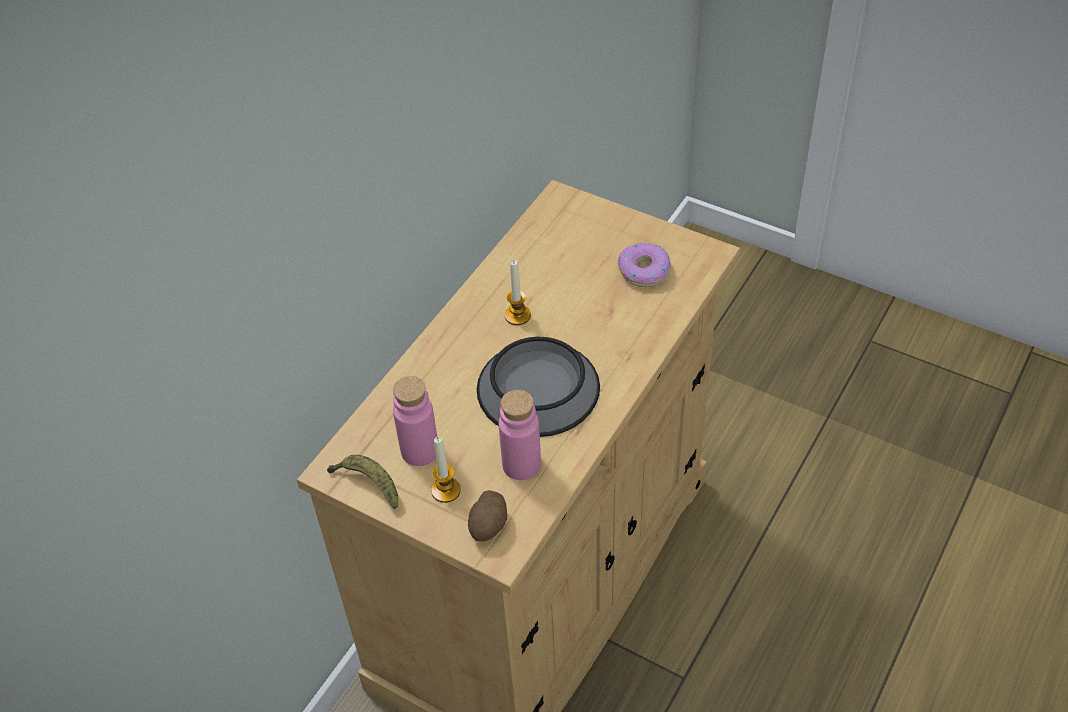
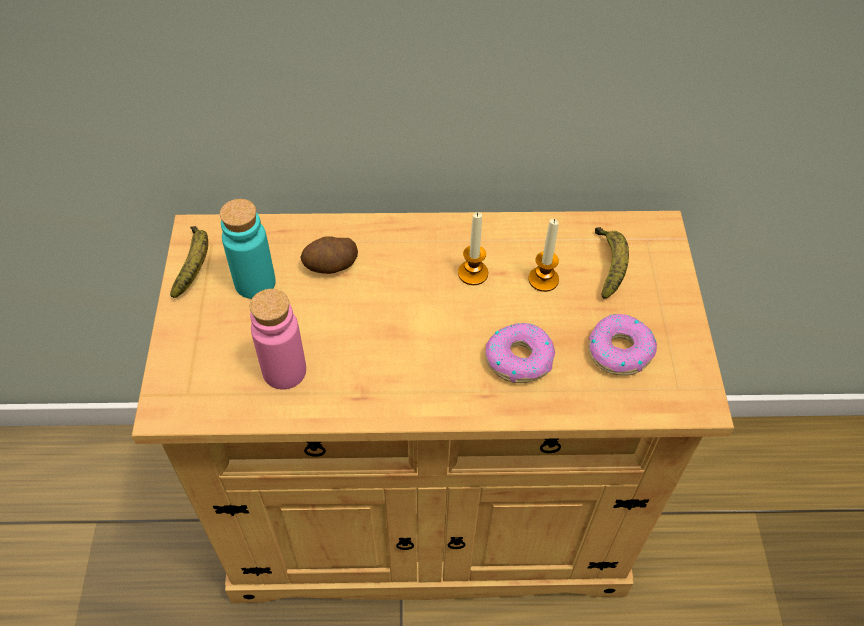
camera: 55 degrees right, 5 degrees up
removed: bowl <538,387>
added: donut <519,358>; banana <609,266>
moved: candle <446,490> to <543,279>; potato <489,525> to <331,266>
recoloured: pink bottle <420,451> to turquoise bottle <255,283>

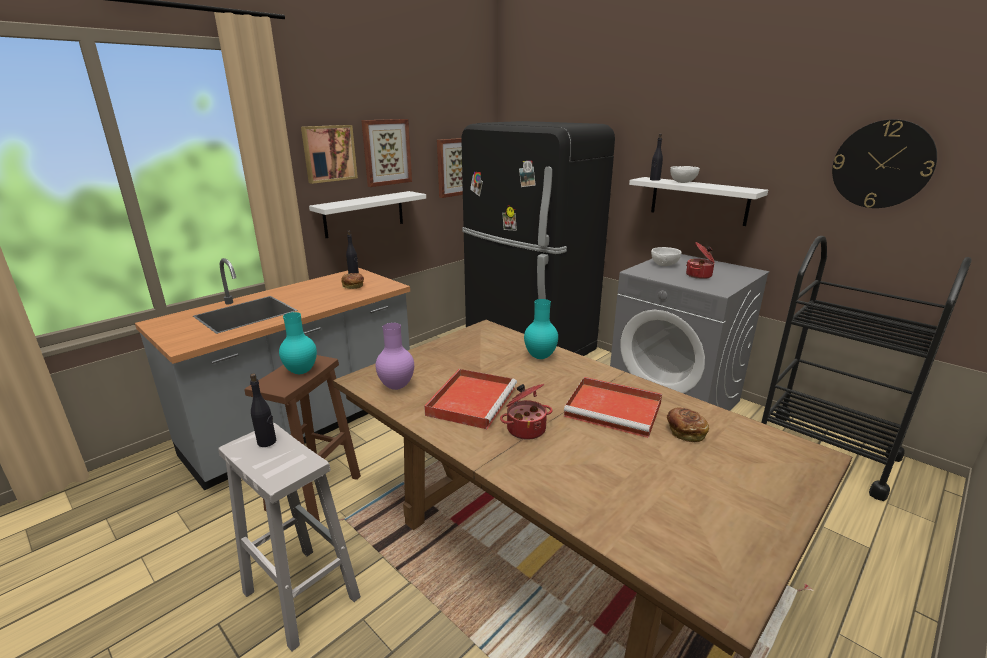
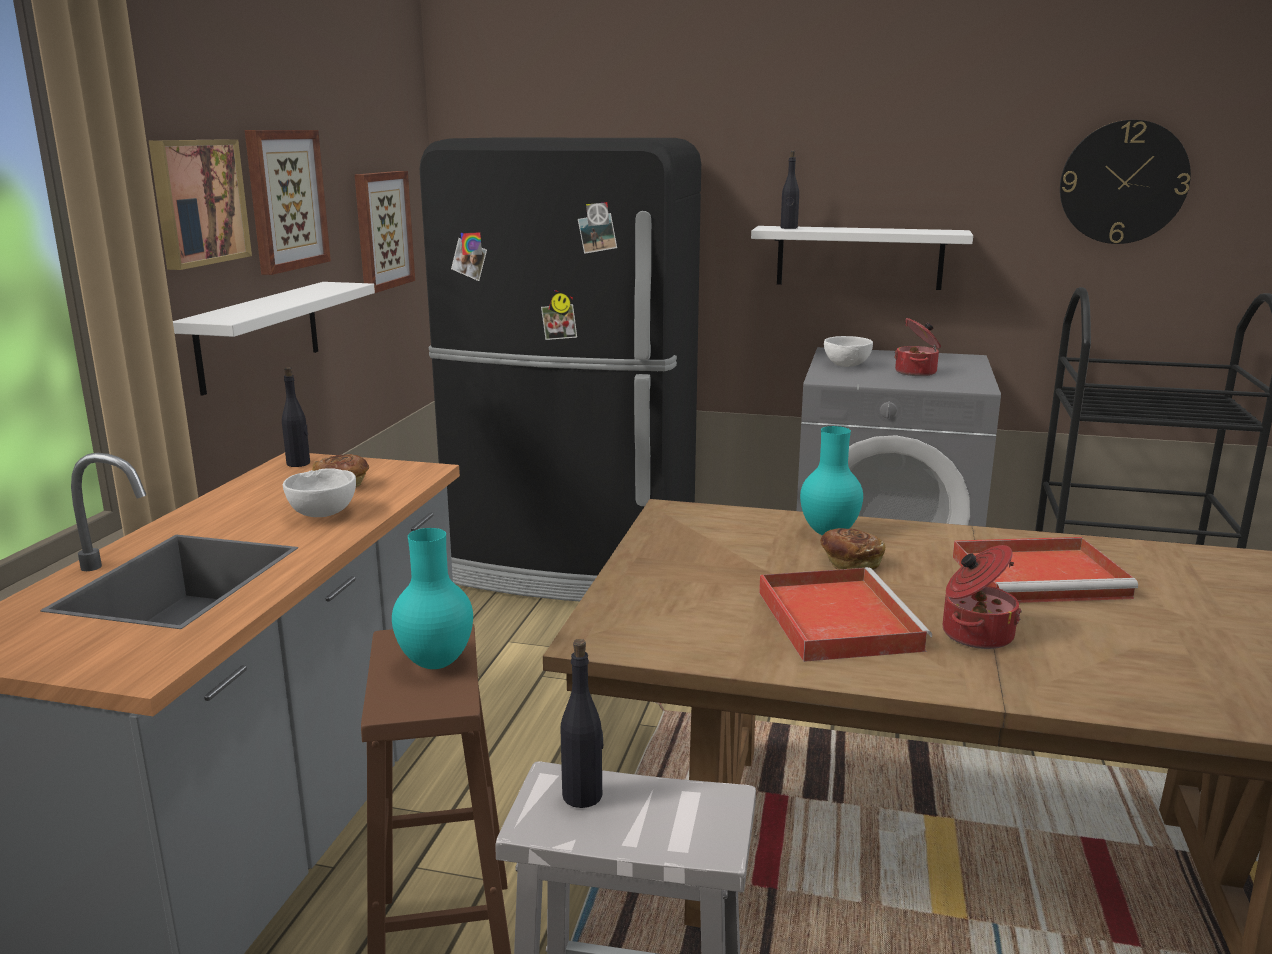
camera: 30 degrees left, 5 degrees down
removed: purple vase <397,387>
moved: bread <685,432> to <849,563>; white bowl <683,182> to <324,514>

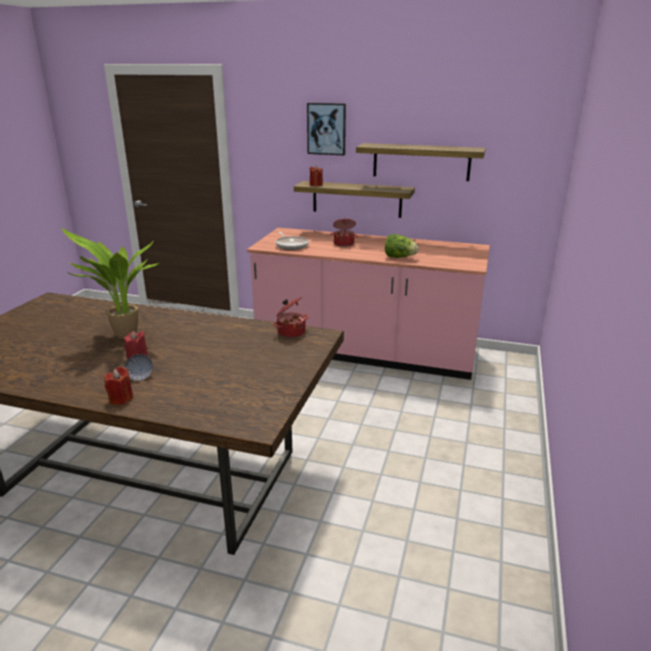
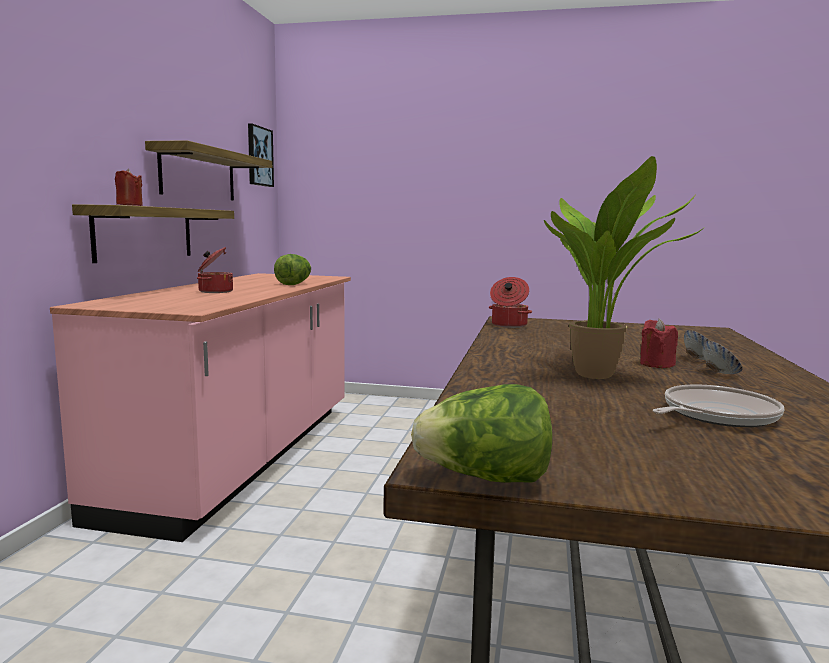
camera: 95 degrees left, 15 degrees down
removed: red candle <121,399>
added: lettuce <485,479>; bowl <720,373>
moved: frying pan <291,245> to <715,415>; picture <326,129> to <259,156>

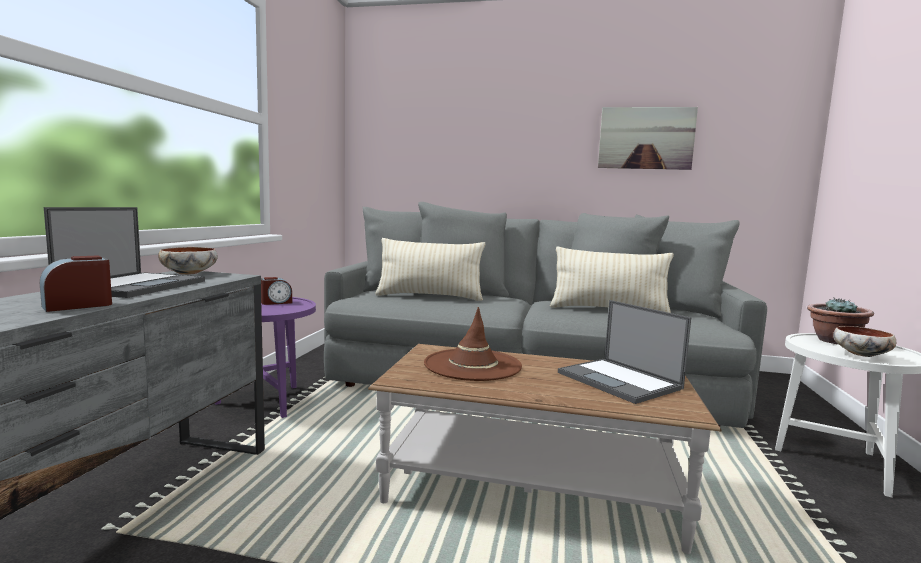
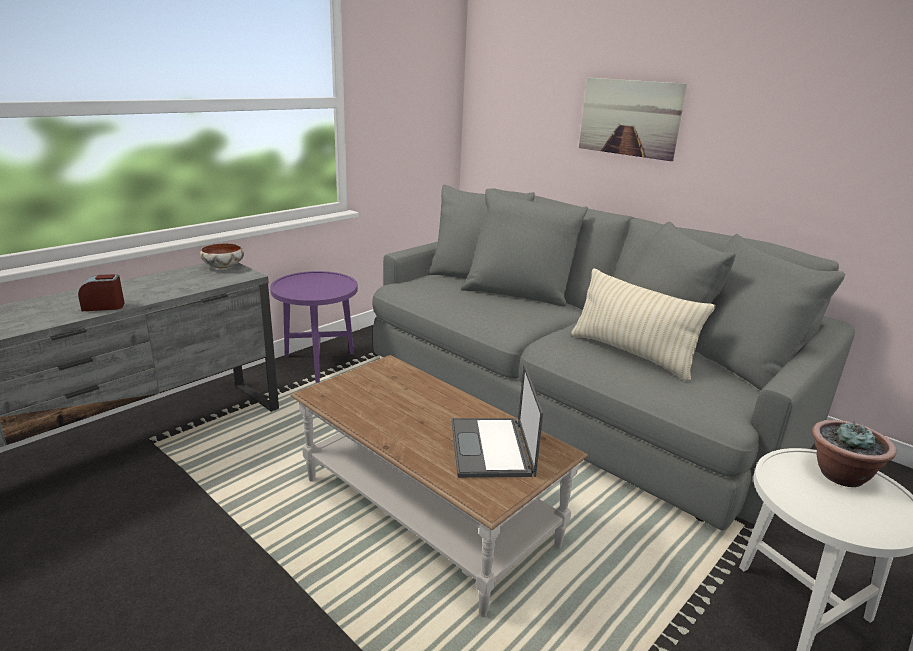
camera: 30 degrees right, 15 degrees up
removed: laptop <134,286>; alarm clock <276,302>; beige pillow <429,297>; brown hat <472,365>; bowl <861,355>
moved: picture <646,138> to <629,118>

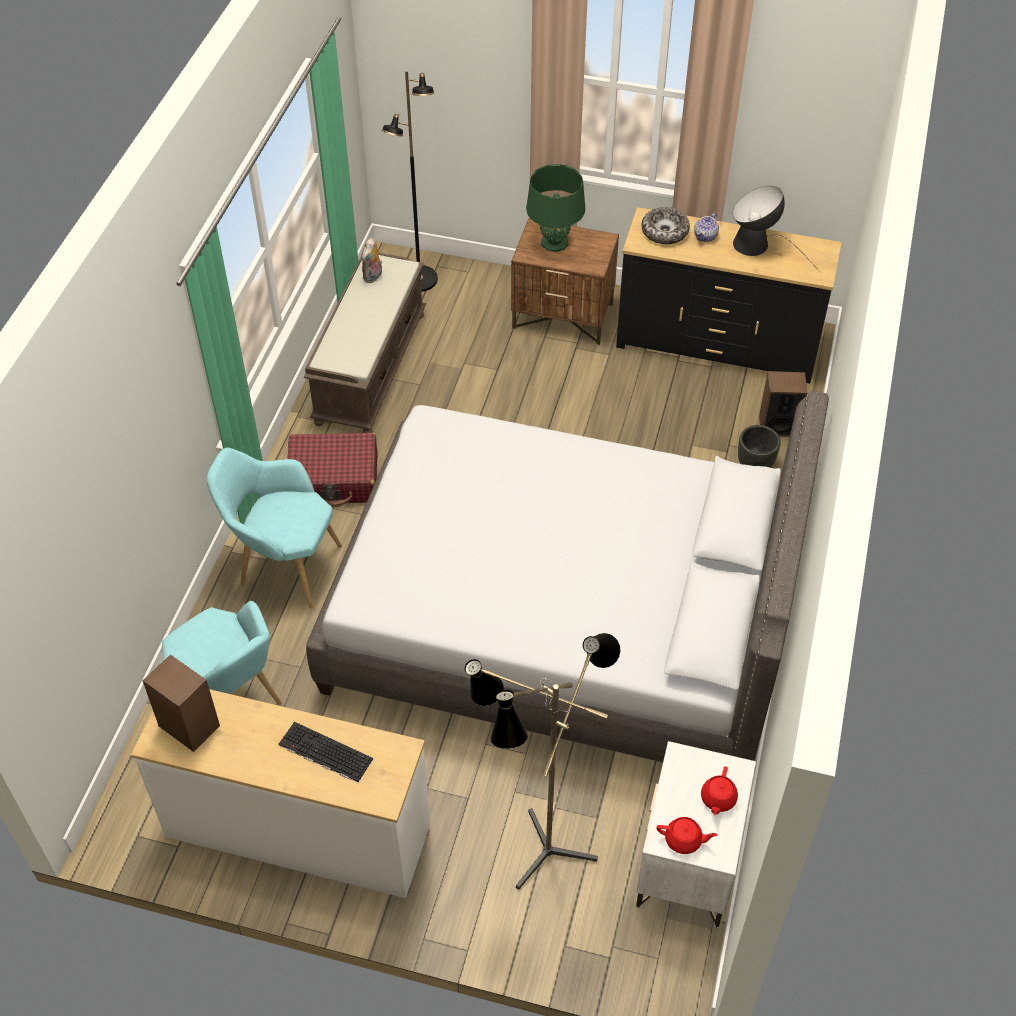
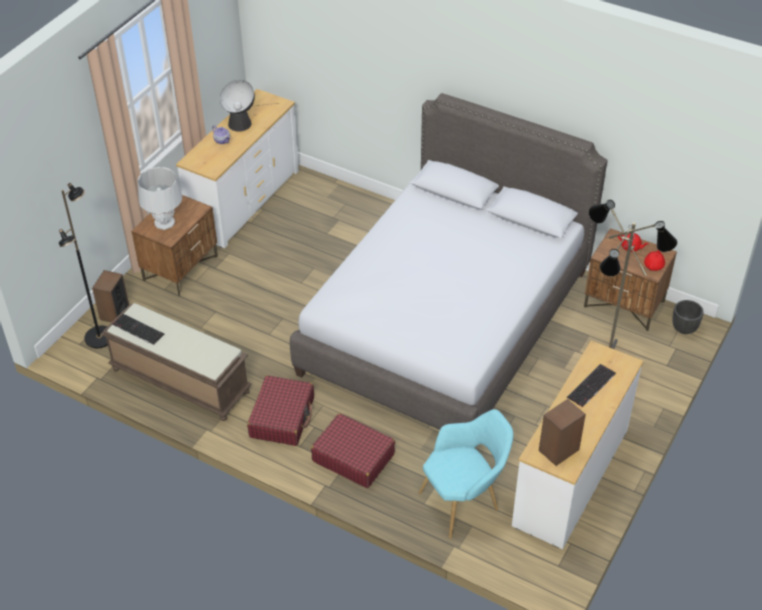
camera: 75 degrees left, 5 degrees down
removed: bowl <664,232>
moved: black planter <754,464> to <684,328>; speaker <778,425> to <114,313>
replaced: turquoise armchair <283,566> to red suitcase <353,457>; plush toy <373,277> to keyboard <137,329>
recoloured: green table lamp <554,242> to grey table lamp <165,222>; black dresser <717,344> to white dresser <244,201>; white nightstand <688,864> to brown nightstand <624,304>

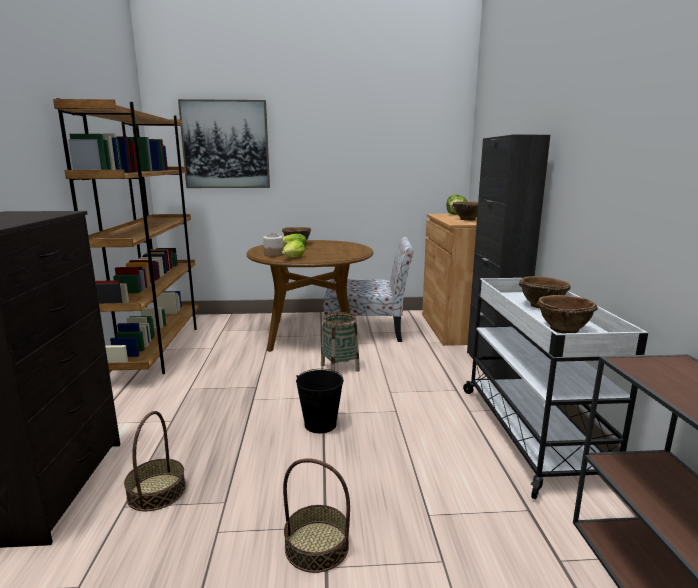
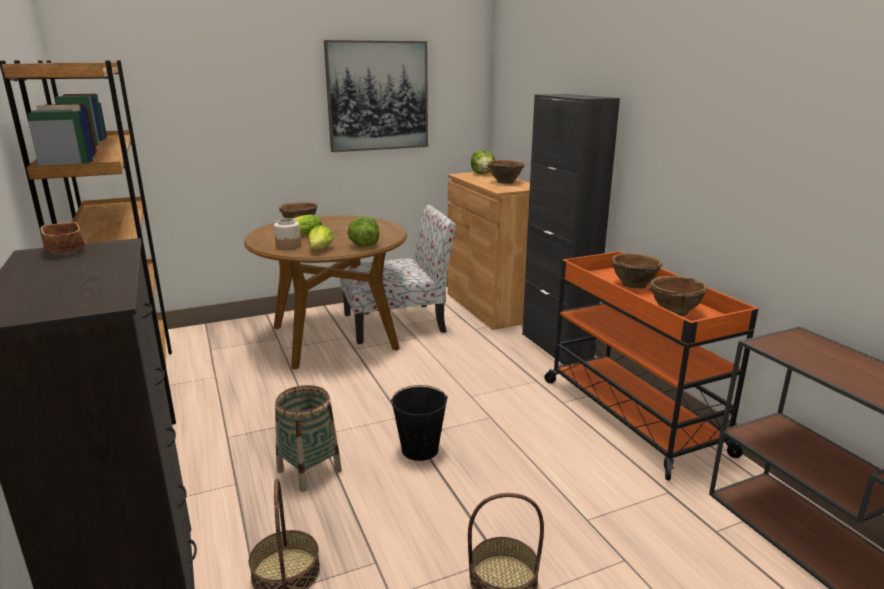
camera: 20 degrees left, 5 degrees up
added: brown bowl <65,250>; lettuce <364,245>
moved: picture <225,145> to <378,96>; basket <340,368> to <309,470>
recoloured: white cart <530,433> to orange cart <630,414>

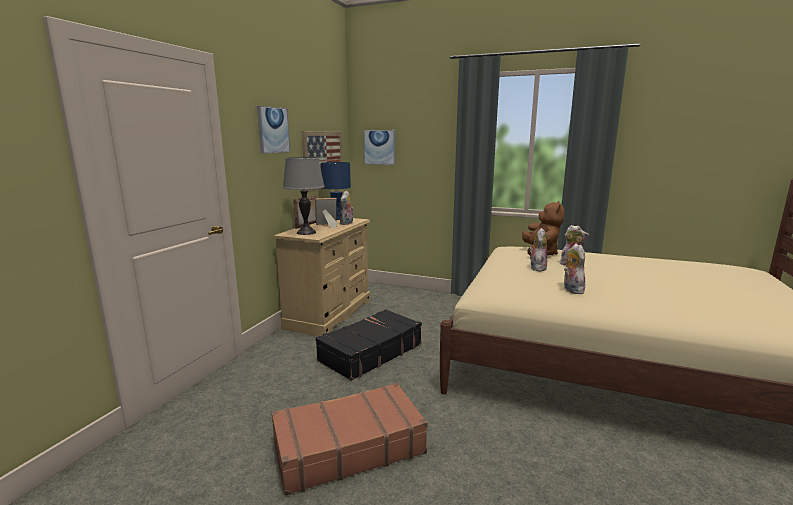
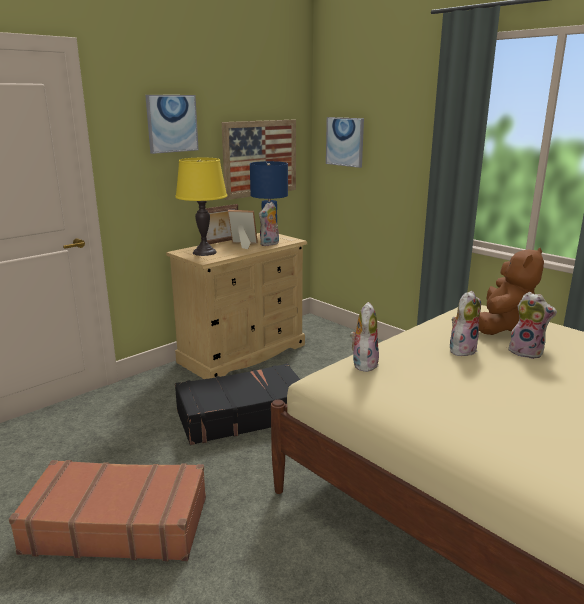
camera: 25 degrees right, 5 degrees up
moved: plush toy <571,290> to <363,363>
recoloured: grey table lamp <306,232> to yellow table lamp <204,252>

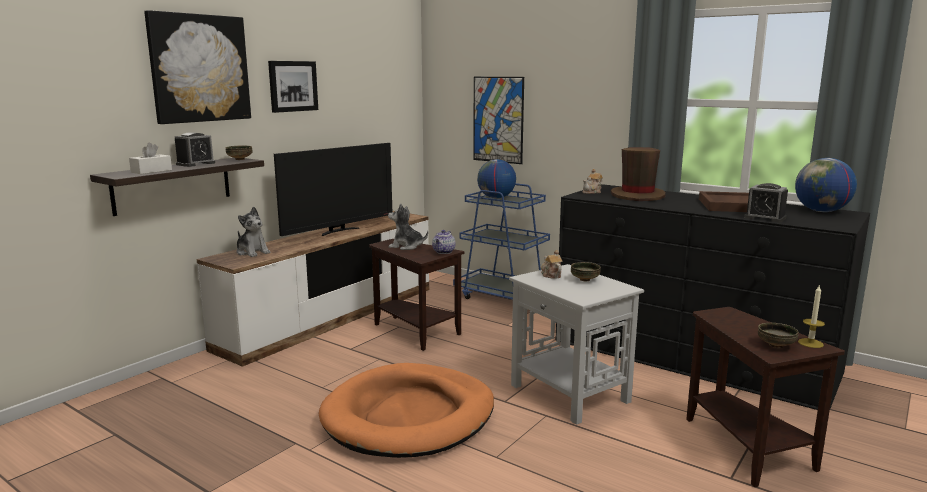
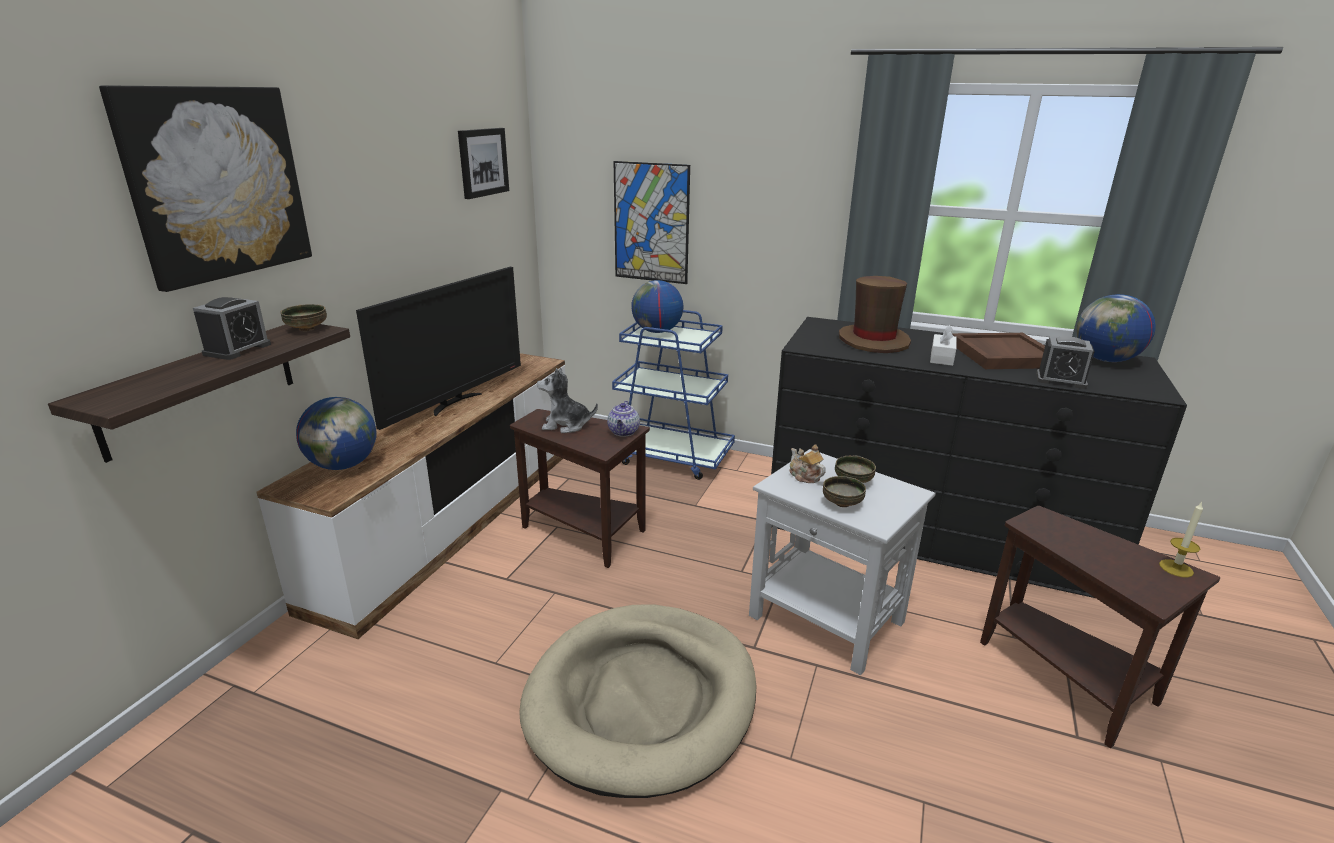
camera: 15 degrees left, 10 degrees up
removed: teapot <592,192>
moved: white tissue box <151,171> to <941,357>; picture <292,86> to <482,162>; bowl <776,346> to <842,504>
replaced: plush toy <252,252> to globe <344,465>
recoloured: orange dog bed <409,416> to beige dog bed <642,699>

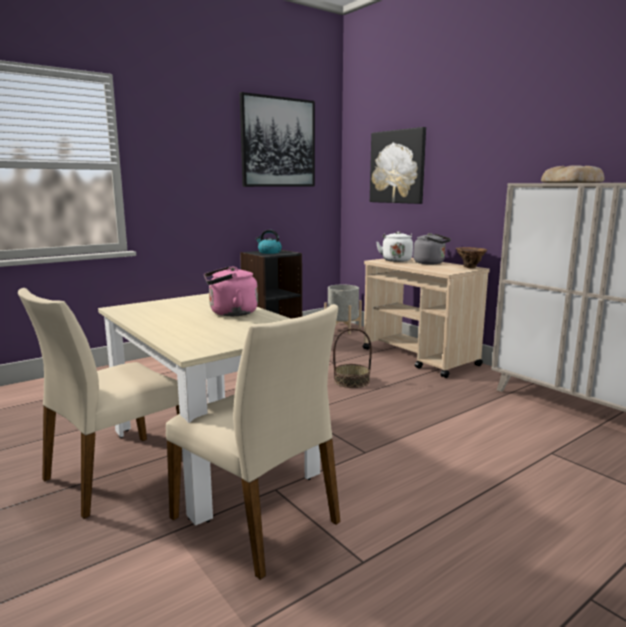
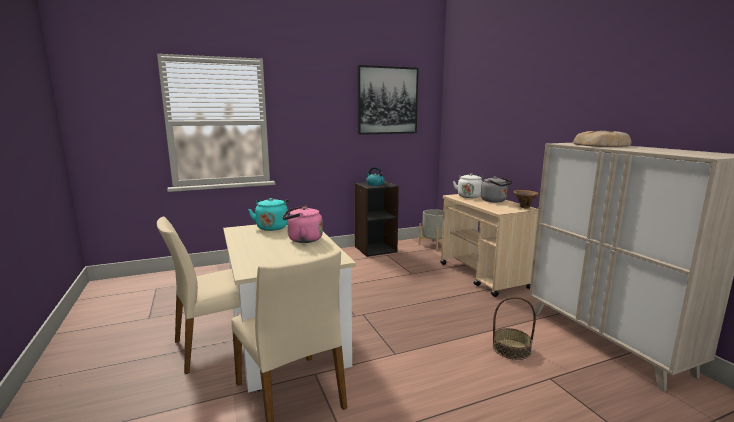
camera: 15 degrees right, 0 degrees up
removed: picture <397,167>
added: turquoise kettle <272,227>
moved: basket <352,381> to <511,349>

